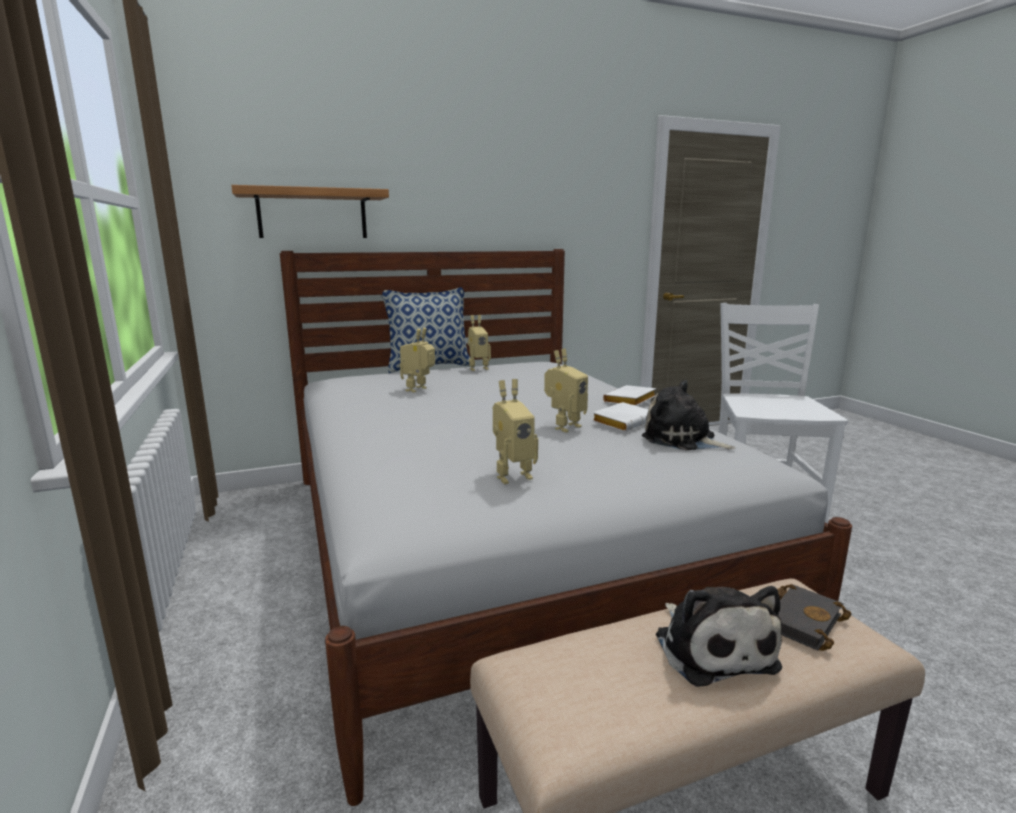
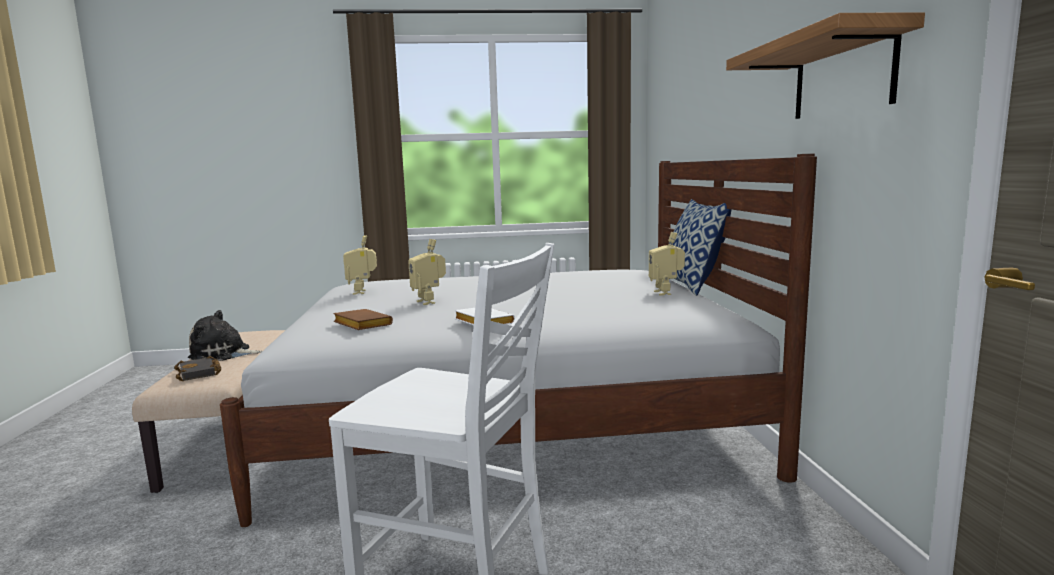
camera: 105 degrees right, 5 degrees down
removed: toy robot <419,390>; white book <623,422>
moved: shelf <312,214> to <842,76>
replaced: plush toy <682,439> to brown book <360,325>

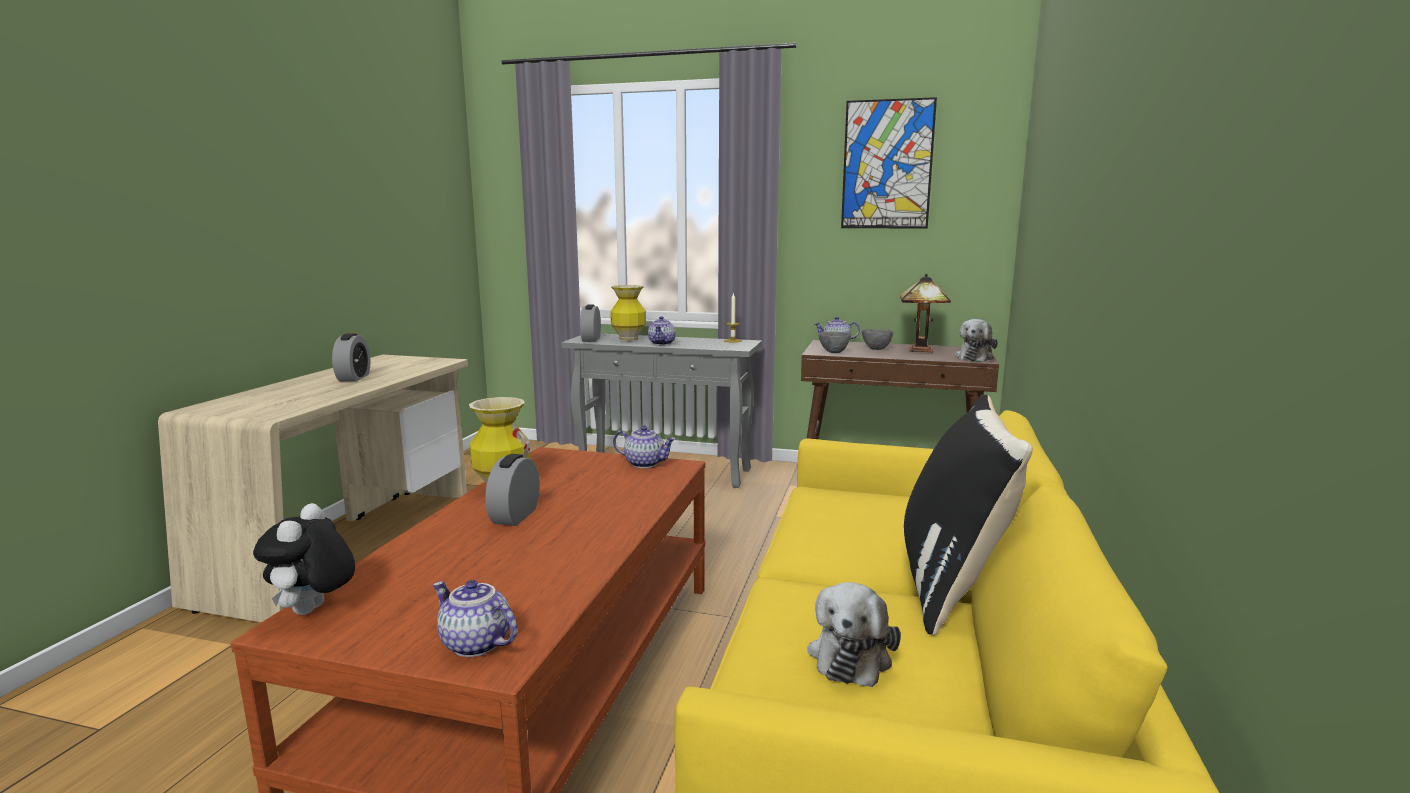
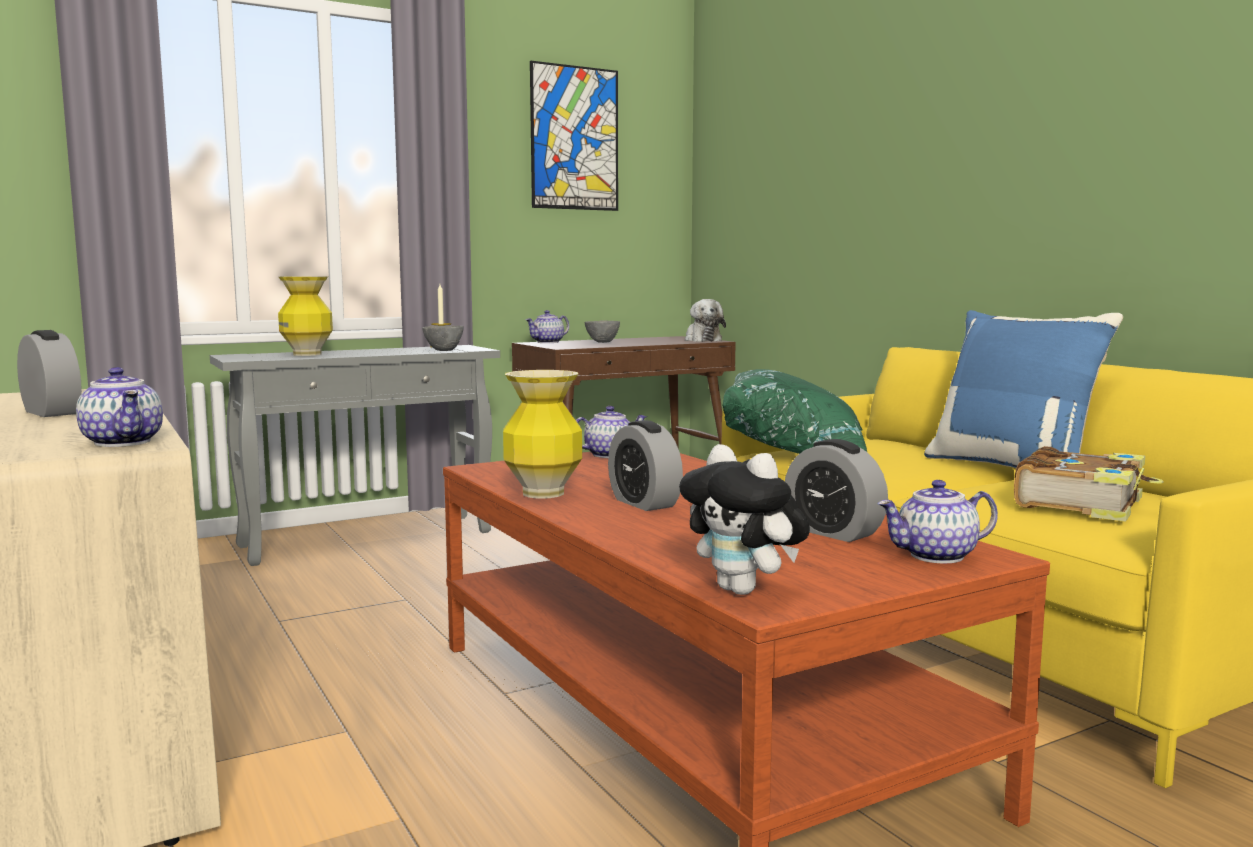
camera: 45 degrees left, 5 degrees down
removed: table lamp <922,350>
added: green pillow <796,452>
moved: alarm clock <591,339> to <833,532>; teapot <662,343> to <125,442>; grey bowl <834,352> to <444,350>
replaced: plush toy <851,655> to book <1082,504>
recoloured: black pillow <953,585> to blue pillow <1014,468>

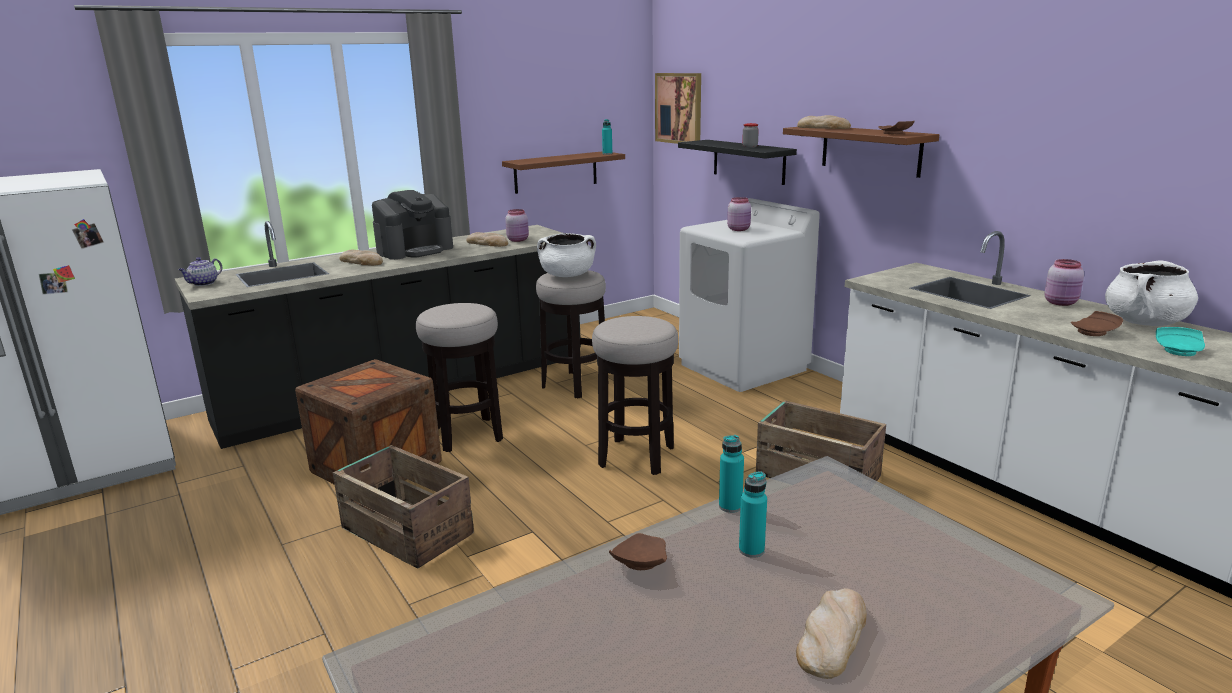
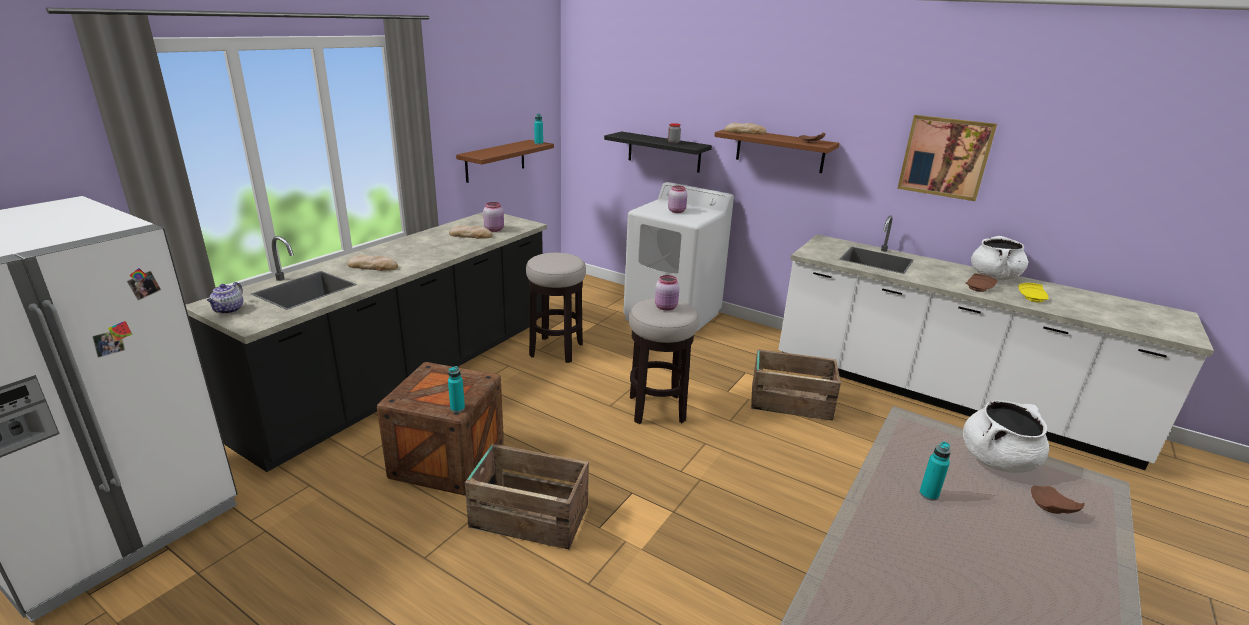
camera: 25 degrees left, 5 degrees up
removed: coffee machine <415,250>; stool <467,435>; bread <832,636>
moved: white cooking pot <567,275> to <997,460>; brown plate <639,563> to <1051,508>; picture <679,108> to <945,157>; turquoise bottle <730,506> to <457,408>; pink jar <1061,303> to <666,307>
recoloured: turquoise plate <1179,350> to yellow plate <1032,298>

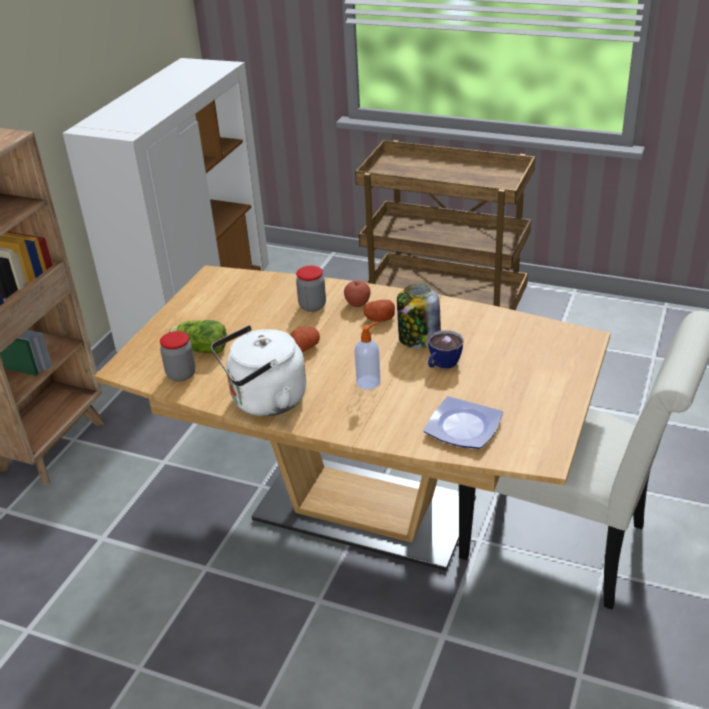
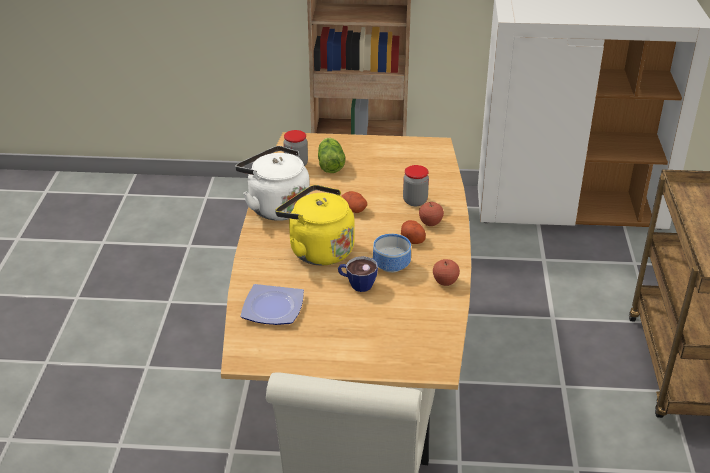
camera: 70 degrees right, 0 degrees up
added: apple <445,282>
replaced: soap dispenser <369,382> to yellow kettle <317,250>; jar <418,339> to bowl <389,265>

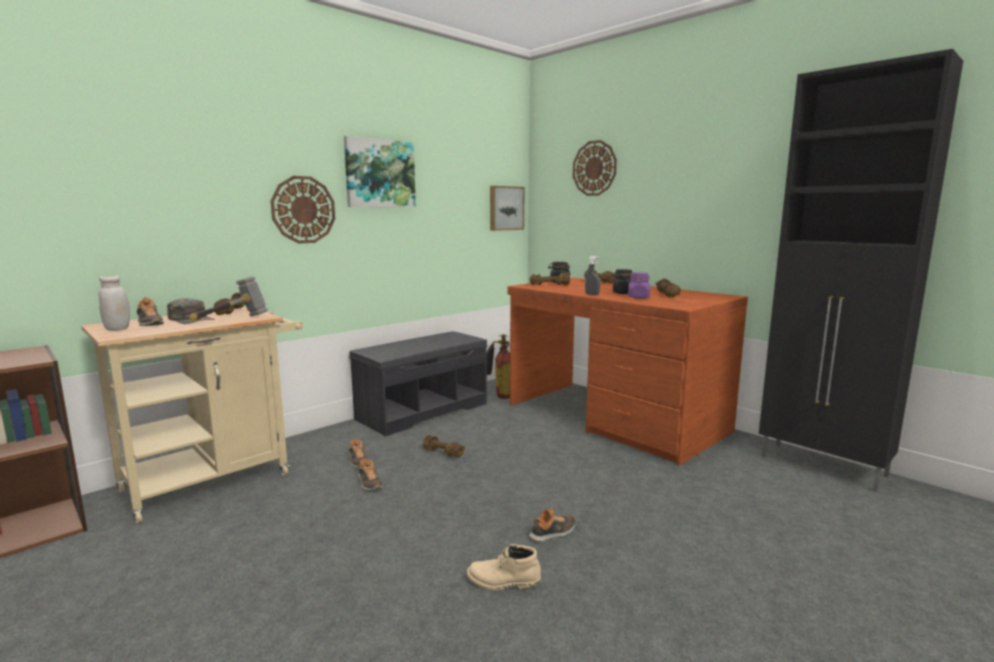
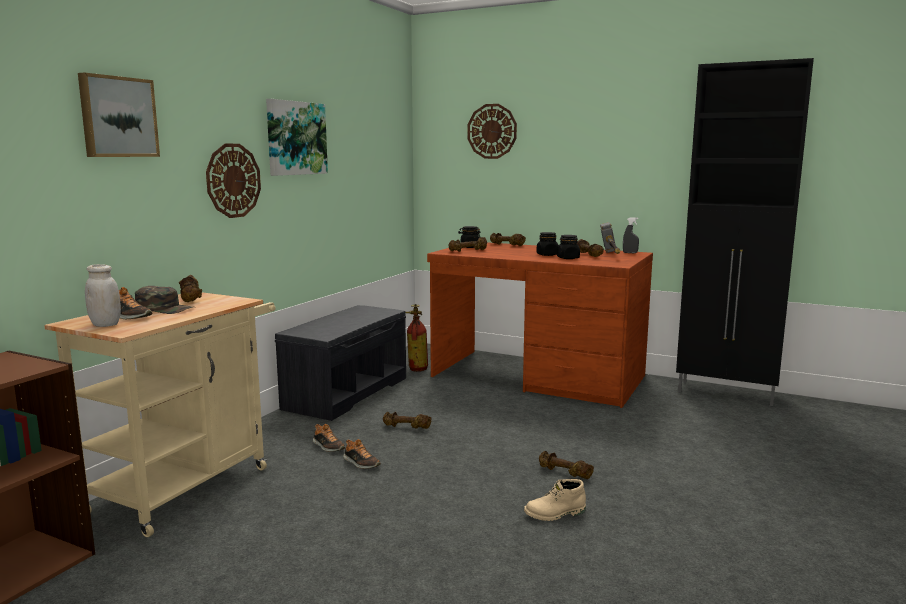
camera: 20 degrees left, 0 degrees up
moved: hammer <231,320> to <611,255>; picture <505,208> to <117,117>; grey spray bottle <592,294> to <630,253>
replaced: shoe <553,533> to brown dumbbell <564,473>
recoloured: purple jar <638,297> to black jar <568,258>

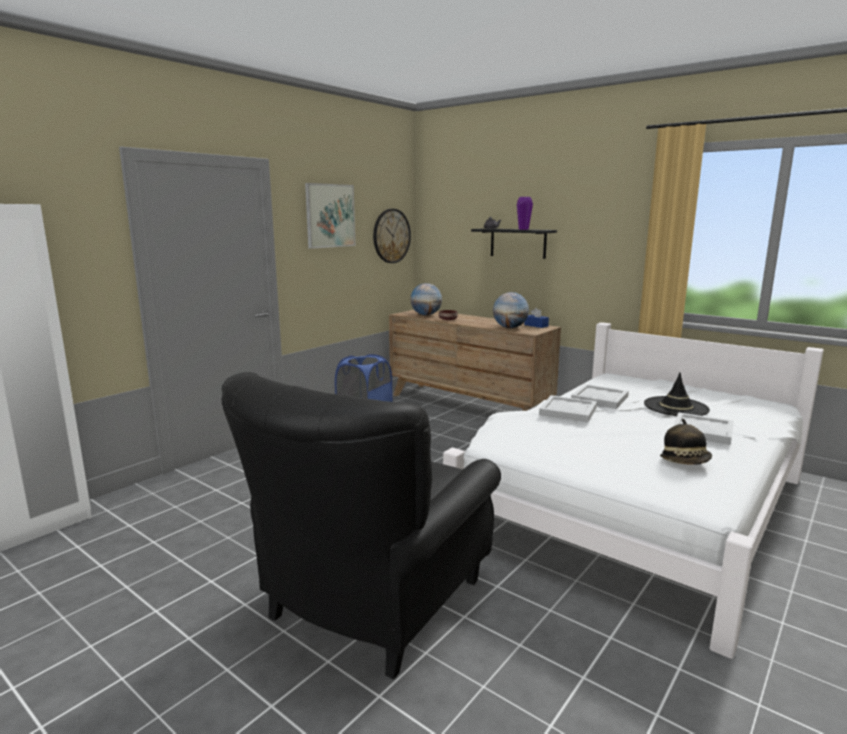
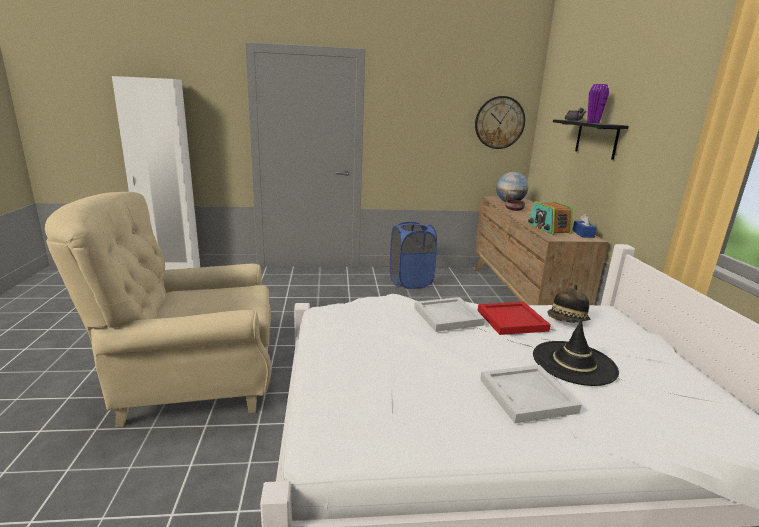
camera: 45 degrees right, 5 degrees up
removed: picture <330,215>
moved: hat <685,462> to <567,321>
replaced: globe <510,327> to radio <548,229>
recoloured: black armchair <371,604> to beige armchair <188,384>; white tray <599,398> to red tray <512,320>

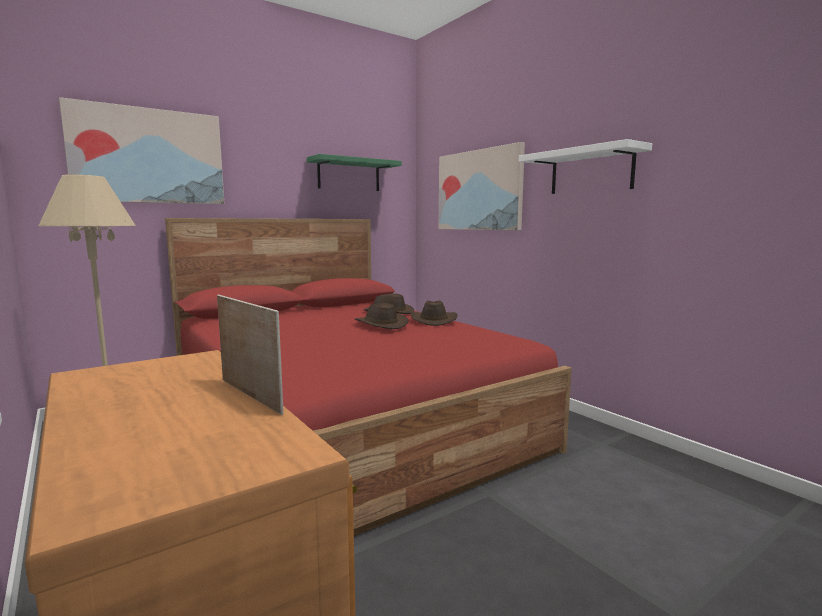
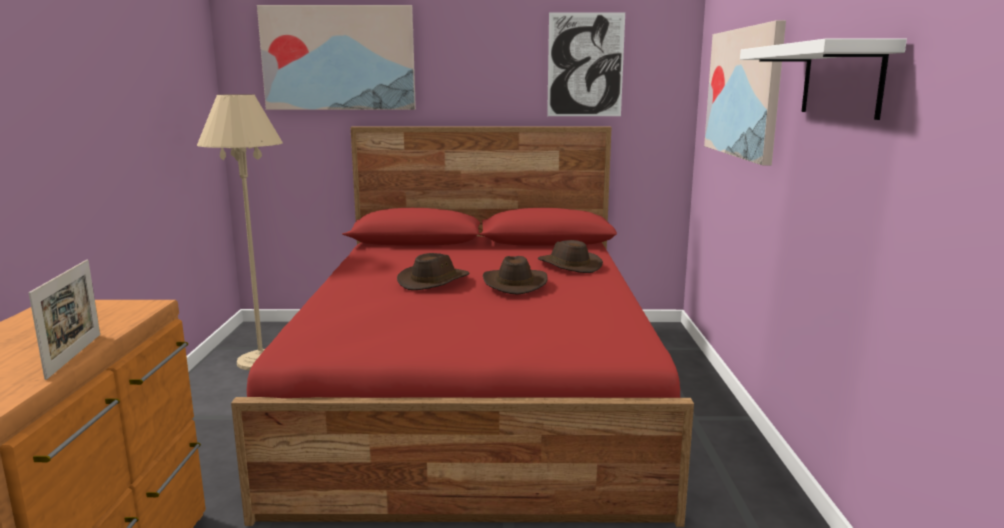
camera: 35 degrees right, 5 degrees up
moved: brown hat <433,320> to <434,281>
replaced: green shelf <349,175> to picture <585,65>

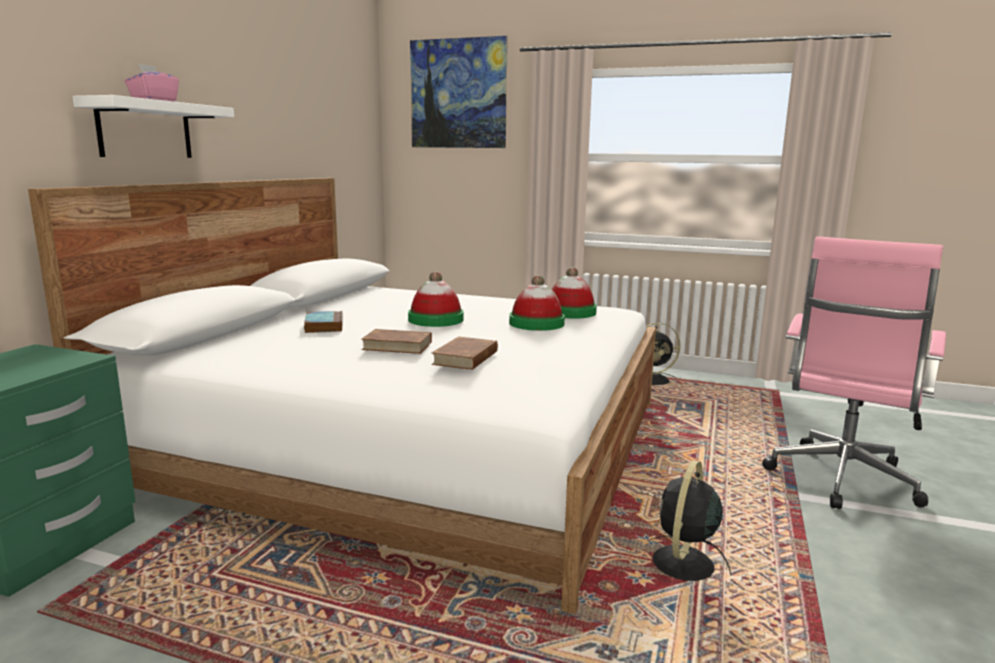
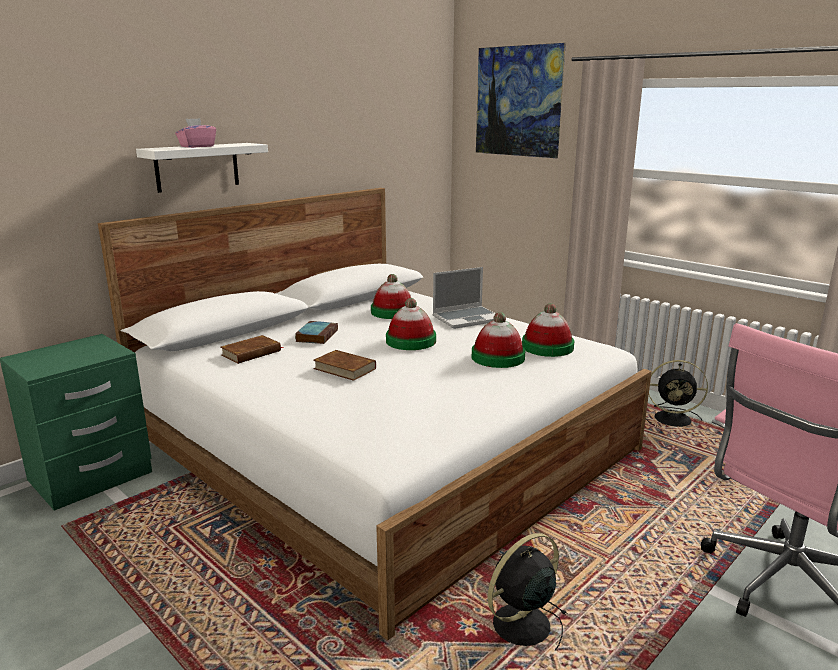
camera: 25 degrees right, 5 degrees up
added: hat <392,312>; laptop <467,318>
moved: brown book <466,358> to <251,353>

